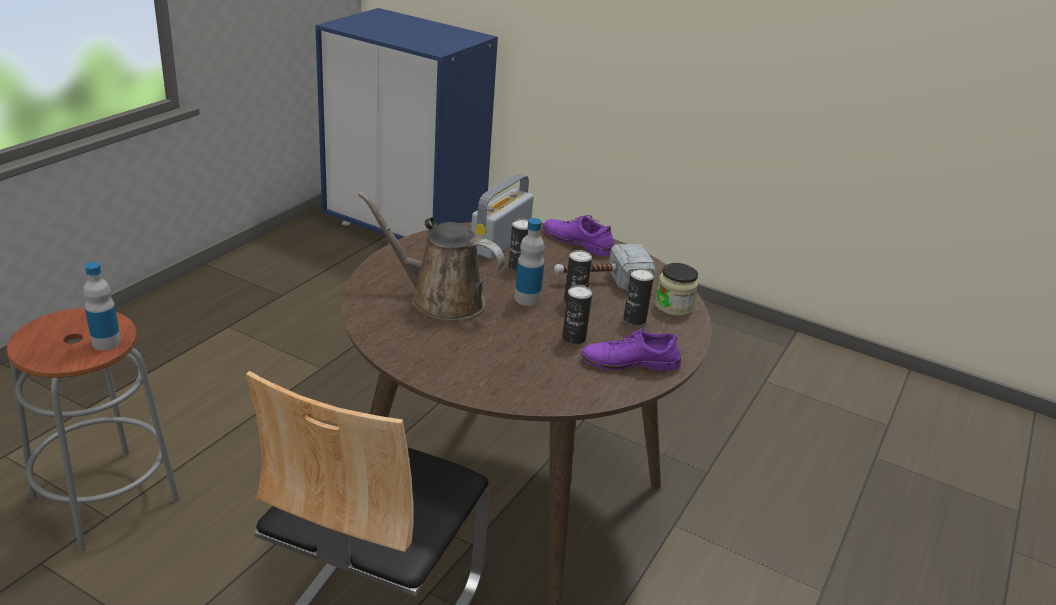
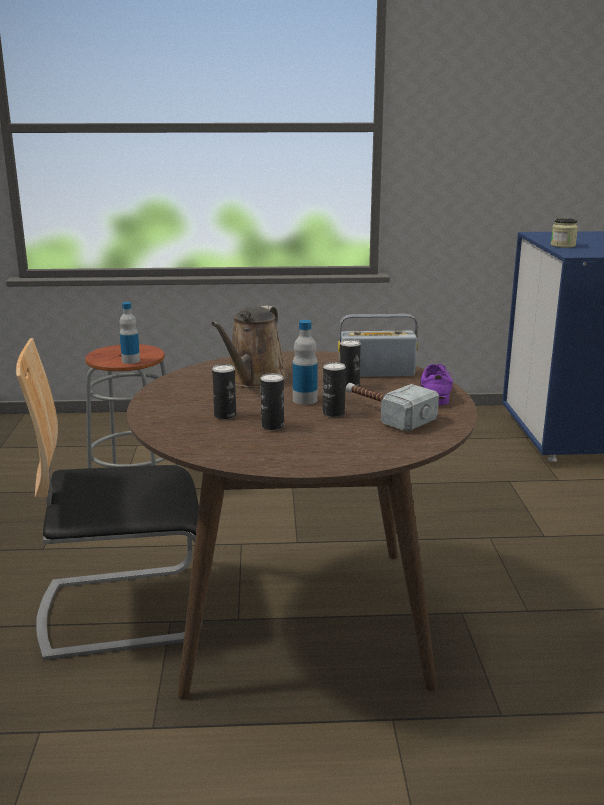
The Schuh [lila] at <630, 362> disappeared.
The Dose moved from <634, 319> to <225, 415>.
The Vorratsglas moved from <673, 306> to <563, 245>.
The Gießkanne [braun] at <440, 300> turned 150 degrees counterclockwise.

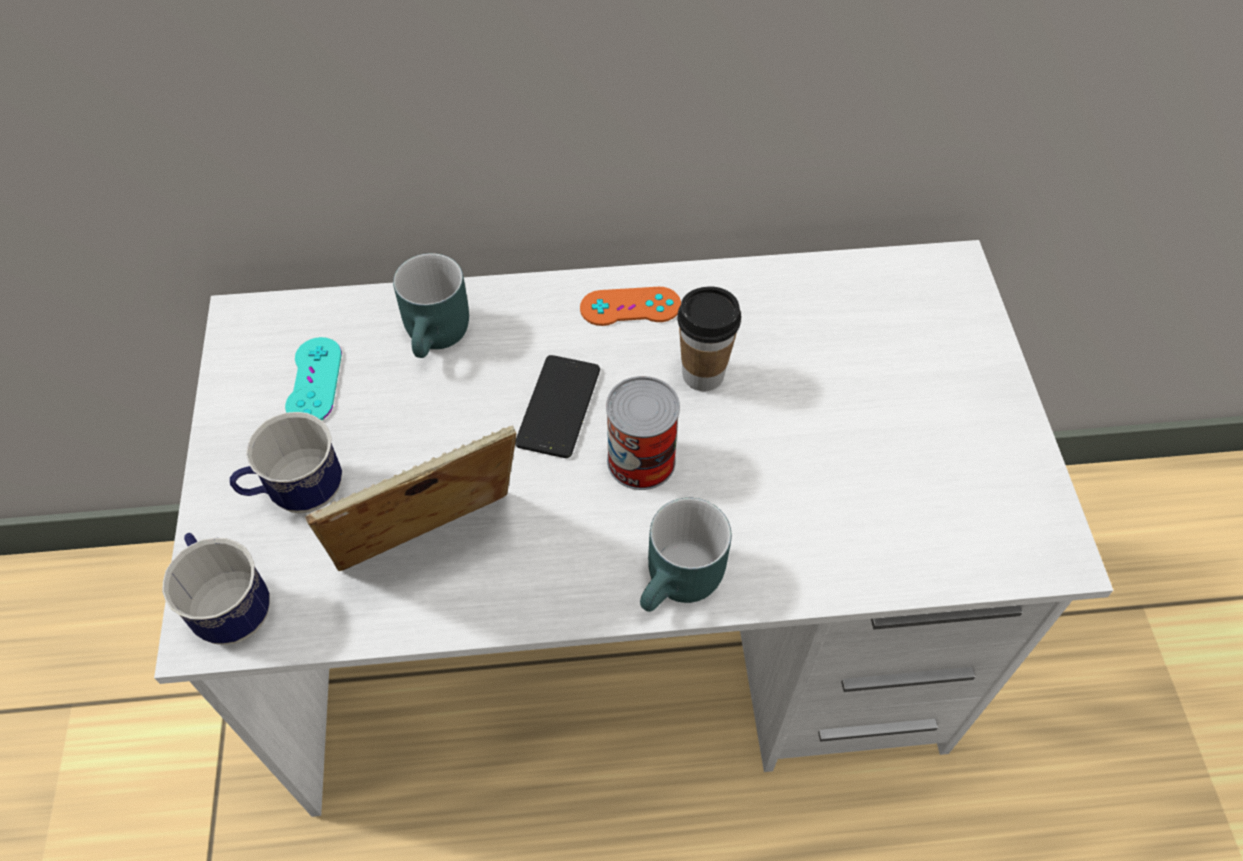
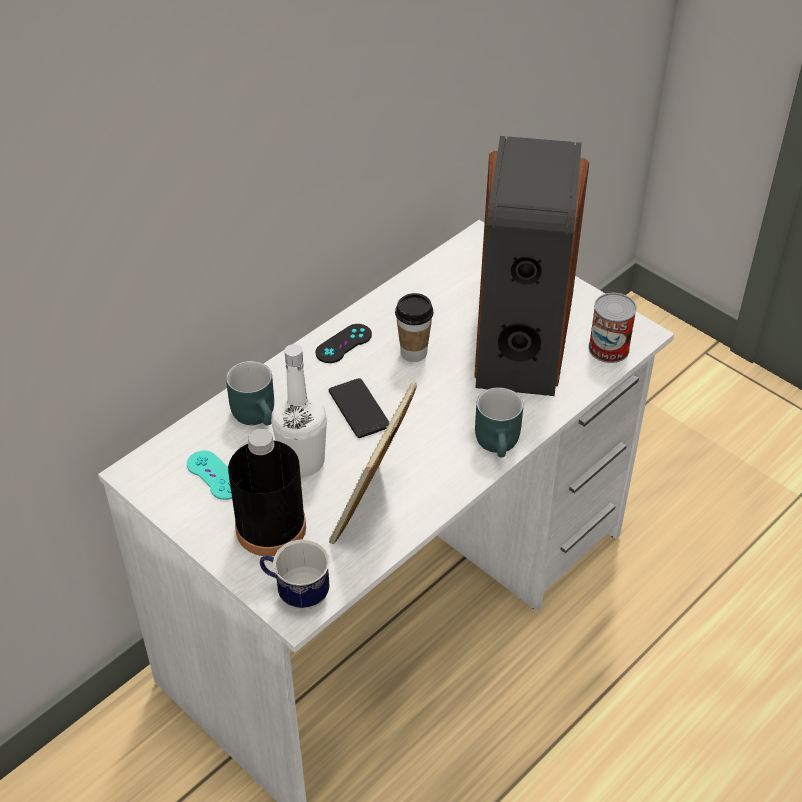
The Flasche [weiß] at <302, 461> appeared.
The Lautsprecher at <521, 338> appeared.
The Dose moved from <641, 460> to <608, 348>.
The Henkelbecher at <298, 495> was replaced by the Flasche [schwarz] at <271, 528>.
The Gamepad [orange] at <630, 307> became the Gamepad [schwarz] at <343, 344>.

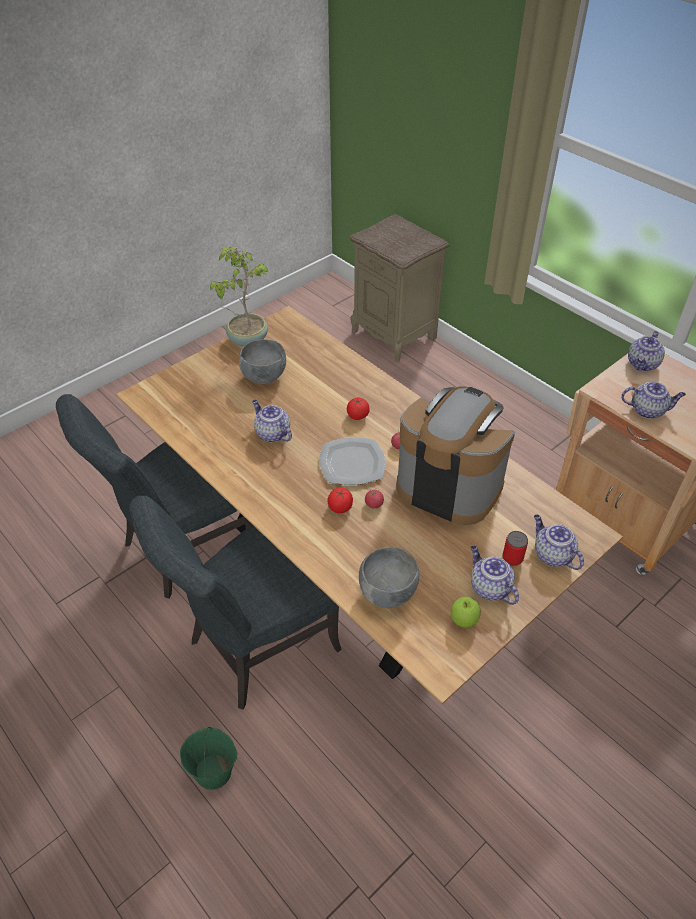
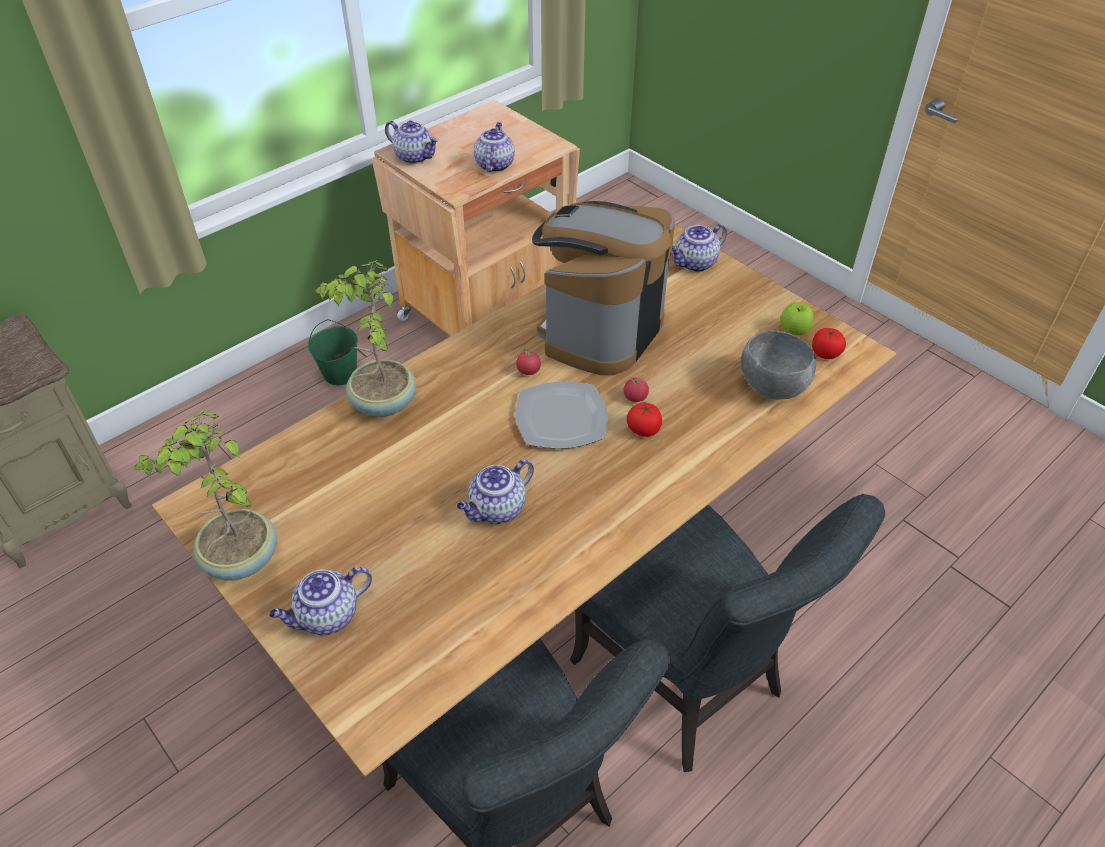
The Schüssel [grau] at <263, 377> disappeared.
The Dose at <512, 558> disappeared.
The Topfpflanze at <382, 404> appeared.
The Eimer [grün] moved from <214, 771> to <340, 373>.
The Tomate moved from <357, 416> to <825, 353>.
The Teekanne moved from <489, 587> to <327, 617>.

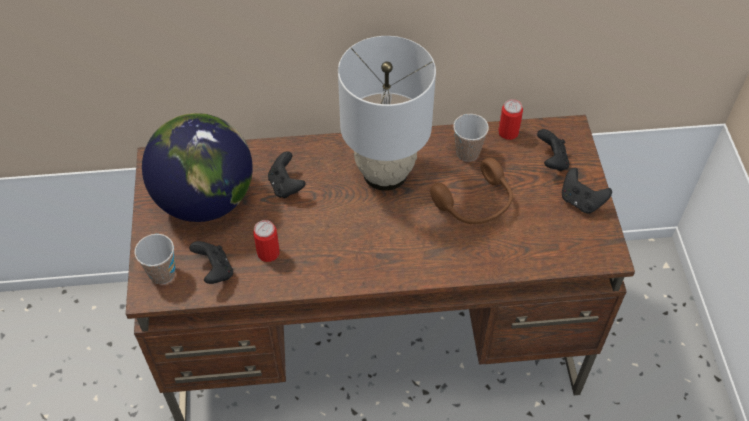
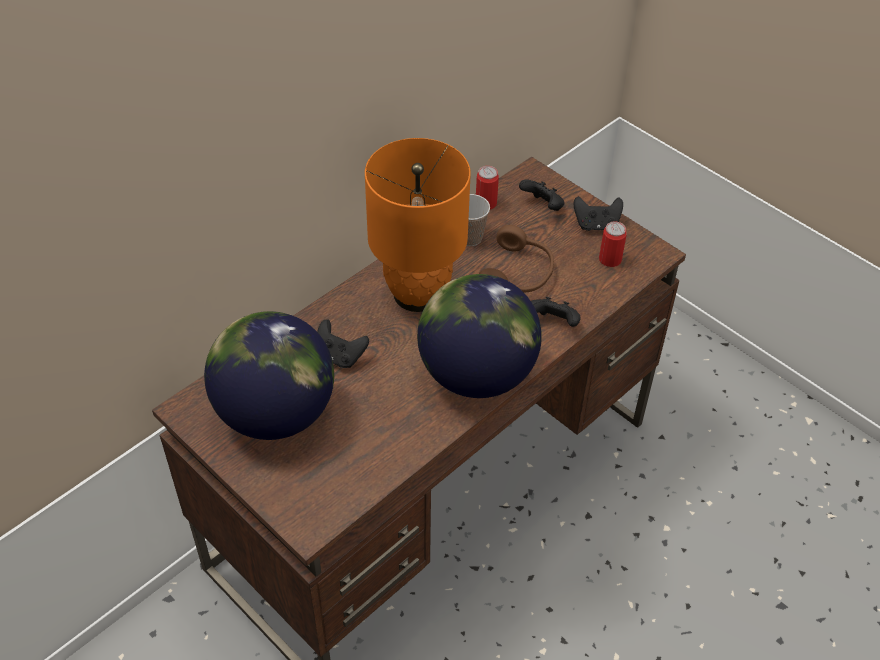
The Tasse at <162, 273> disappeared.
The Globus at <476, 374> appeared.
The Gamepad [schwarz] moved from <215, 271> to <554, 323>.
The Dose moved from <268, 253> to <610, 259>.
The Tischlampe [weiß] at <385, 173> became the Tischlampe [orange] at <418, 294>.

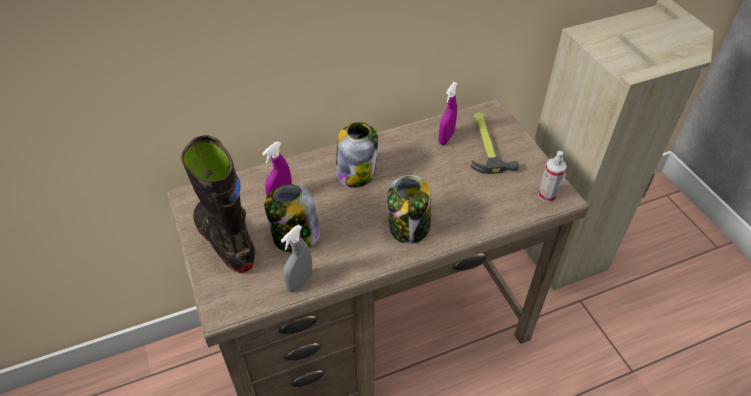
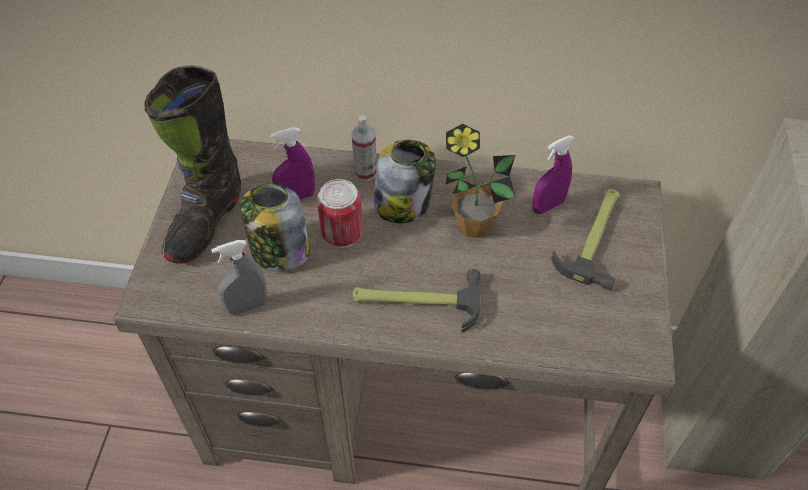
The Dose at <342, 232> appeared.
The Topfpflanze at <473, 226> appeared.
The Sprühflasche moved from <547, 195> to <365, 172>.
The Vorratsglas at <409, 227> was replaced by the Hammer at <416, 301>.
The Stiefel [schwarz] at <226, 242> turned 150 degrees counterclockwise.

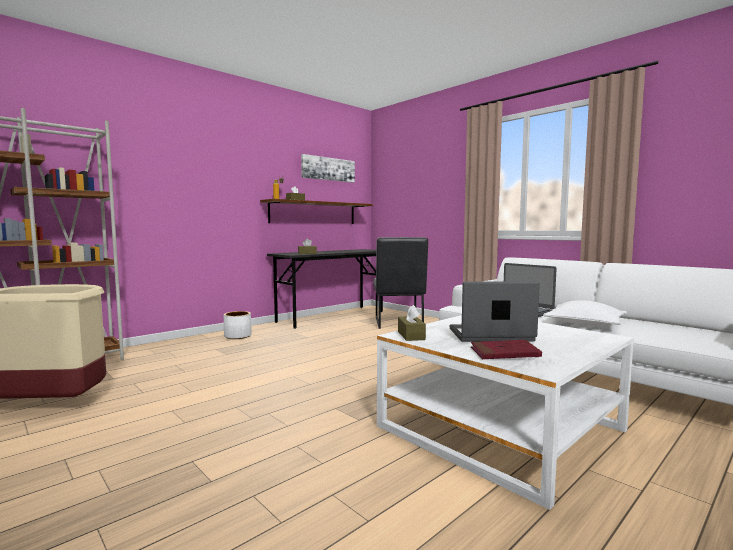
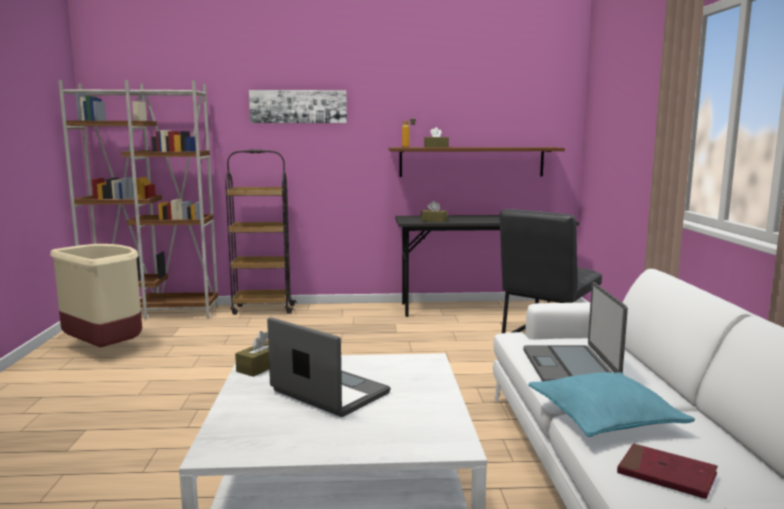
The Pflanzkübel [weiß] at <238, 336> disappeared.
The Rollwagen [braun] at <263, 310> appeared.
The Bild moved from <328, 169> to <298, 106>.
The Buch [rot] moved from <504, 353> to <666, 475>.
The Kissen [weiß] at <585, 323> became the Kissen [türkis] at <604, 418>.

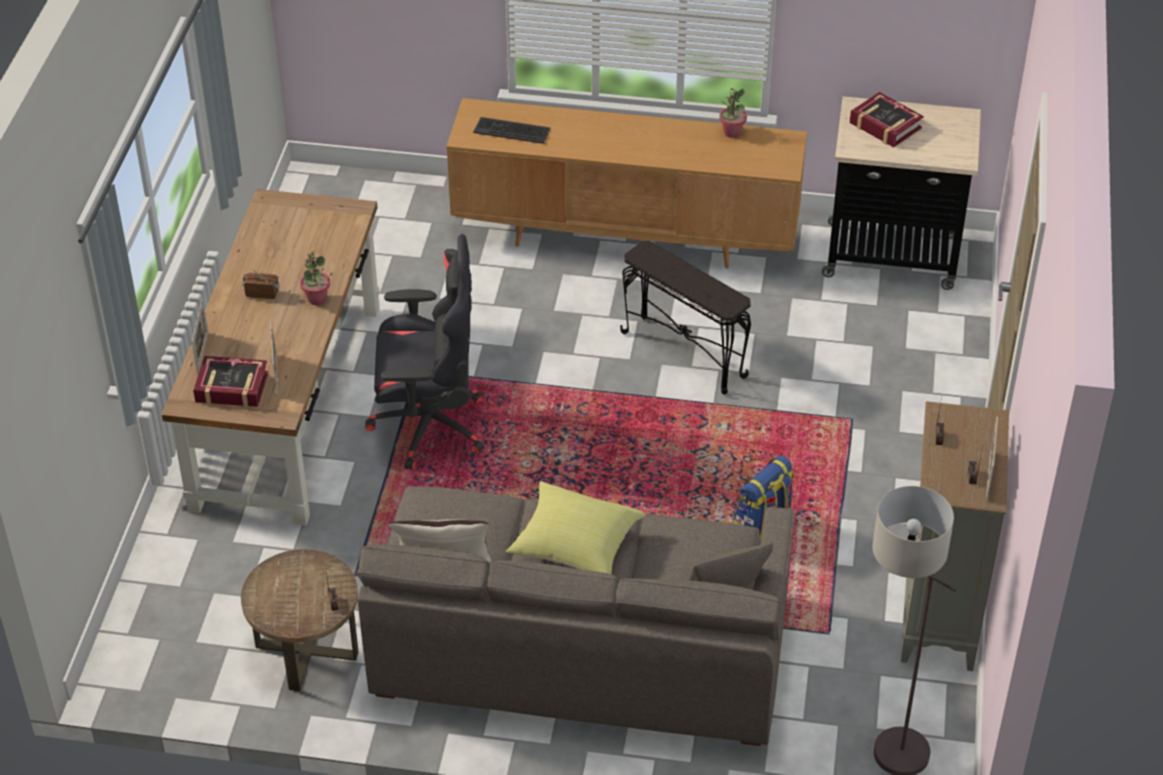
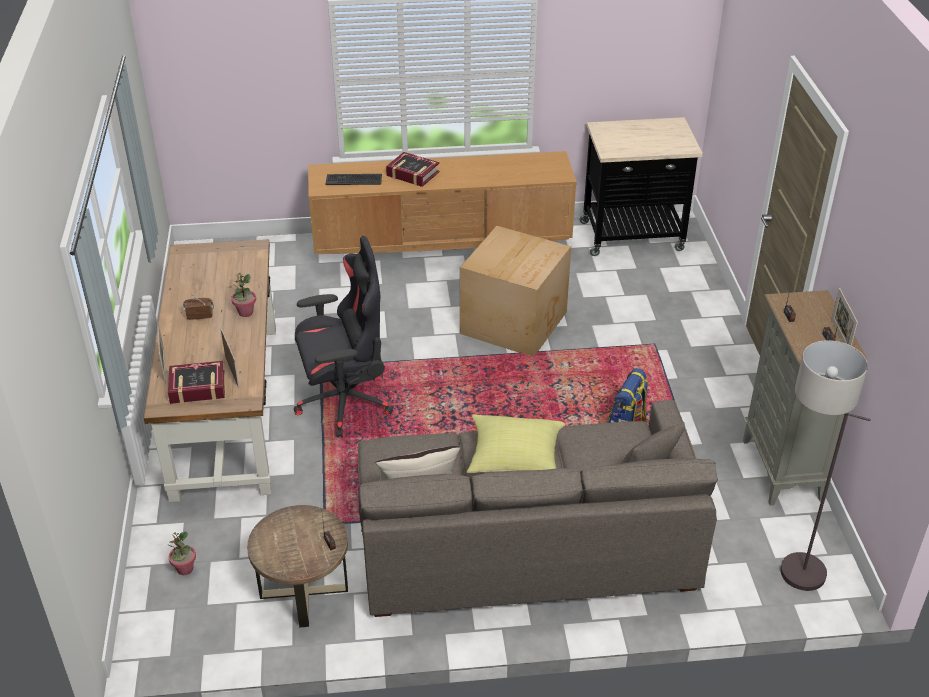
The Topfpflanze moved from <731, 132> to <184, 569>.
The Buch moved from <885, 126> to <412, 174>.
The Beistelltisch [schwarz] at <683, 355> was replaced by the Karton at <515, 322>.

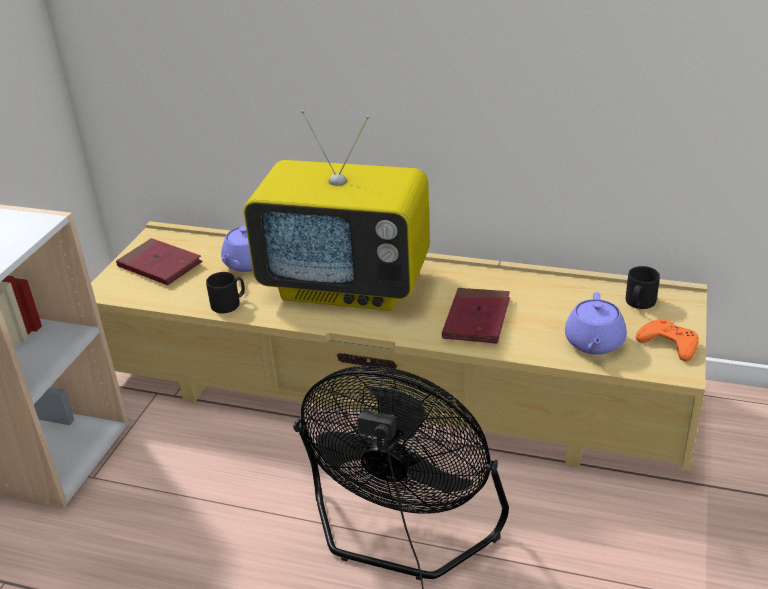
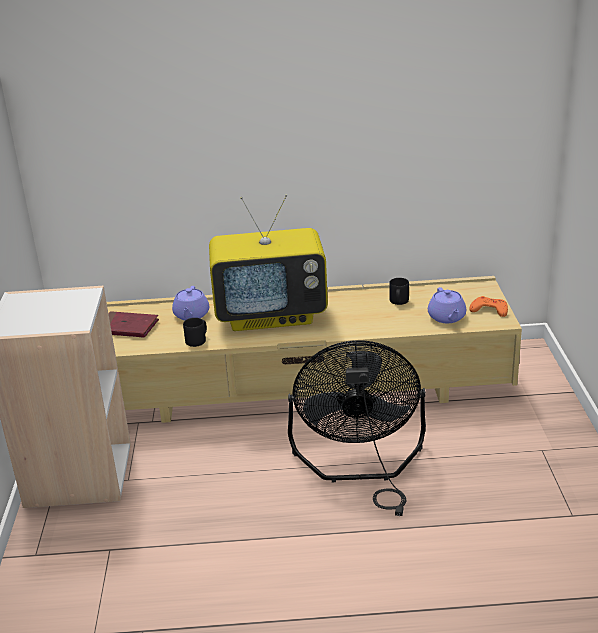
The Buch [rot] at <476, 319> disappeared.
The Henkelbecher [schwarz] moved from <639, 303> to <398, 301>.

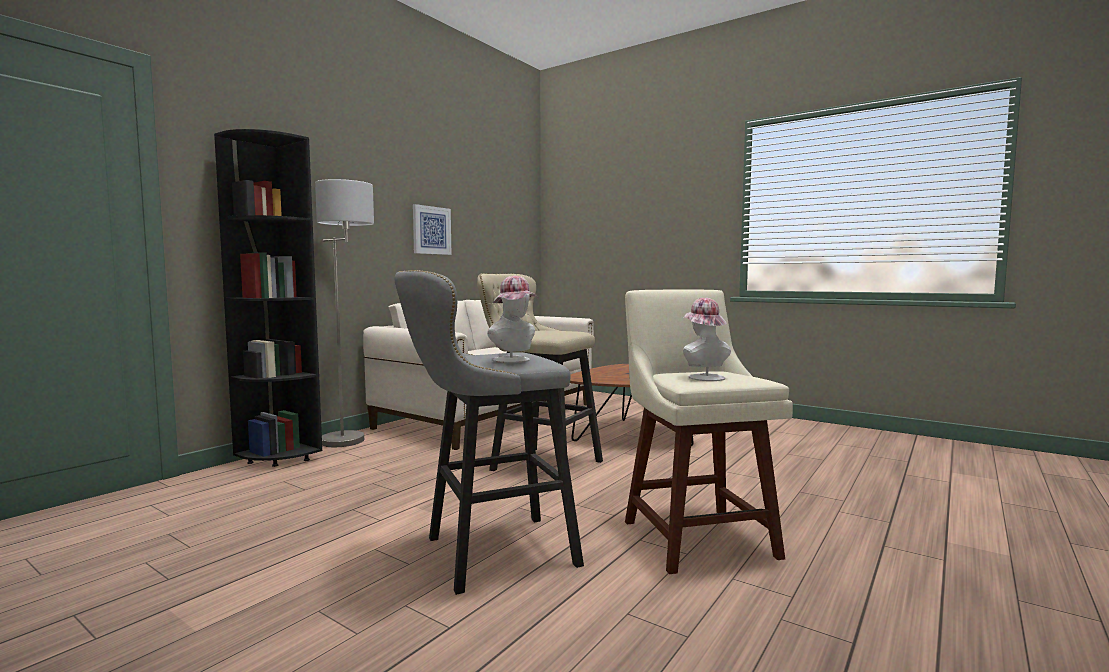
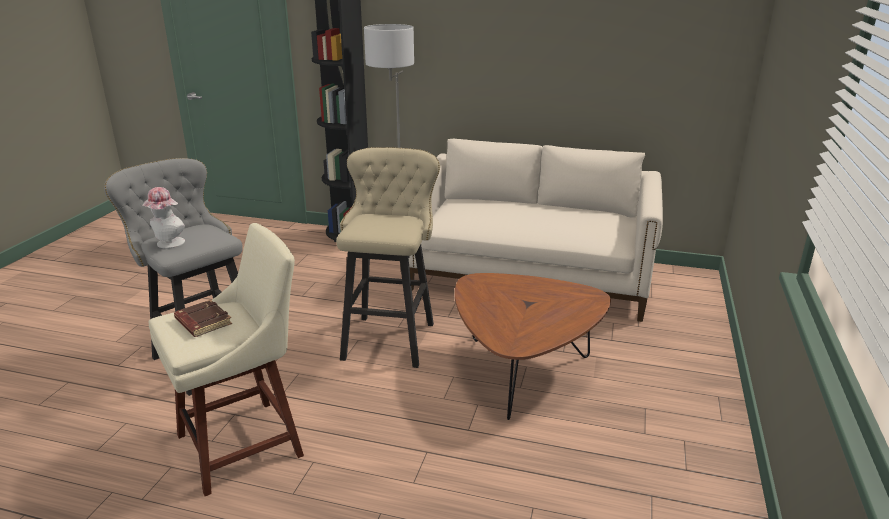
The Bild at <431, 230> disappeared.
The Hut at <703, 377> was replaced by the Buch [braun] at <202, 322>.

